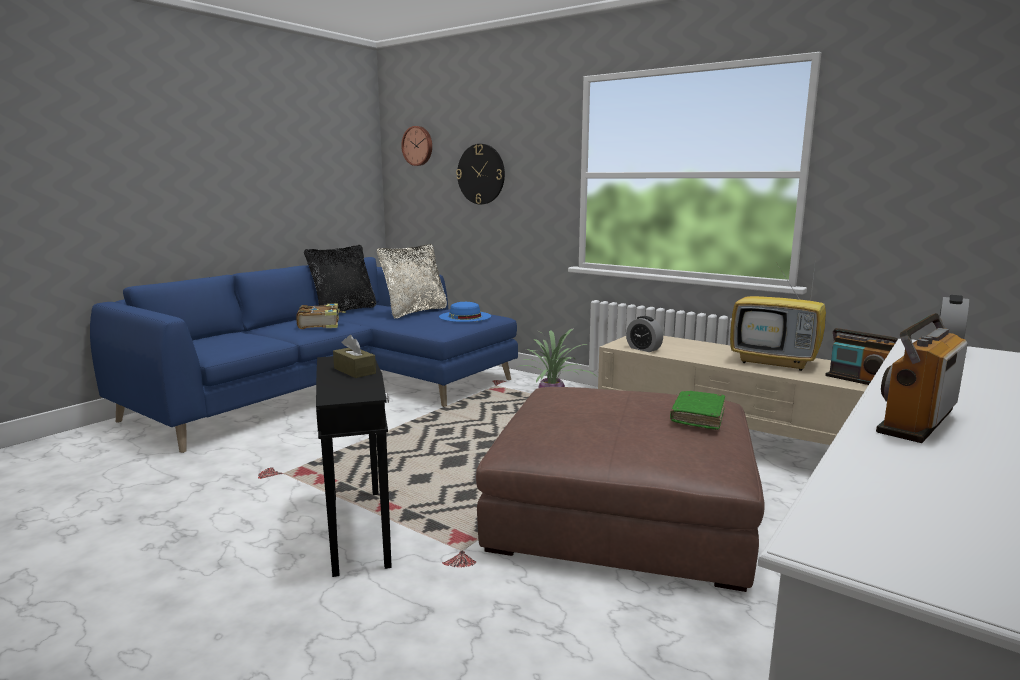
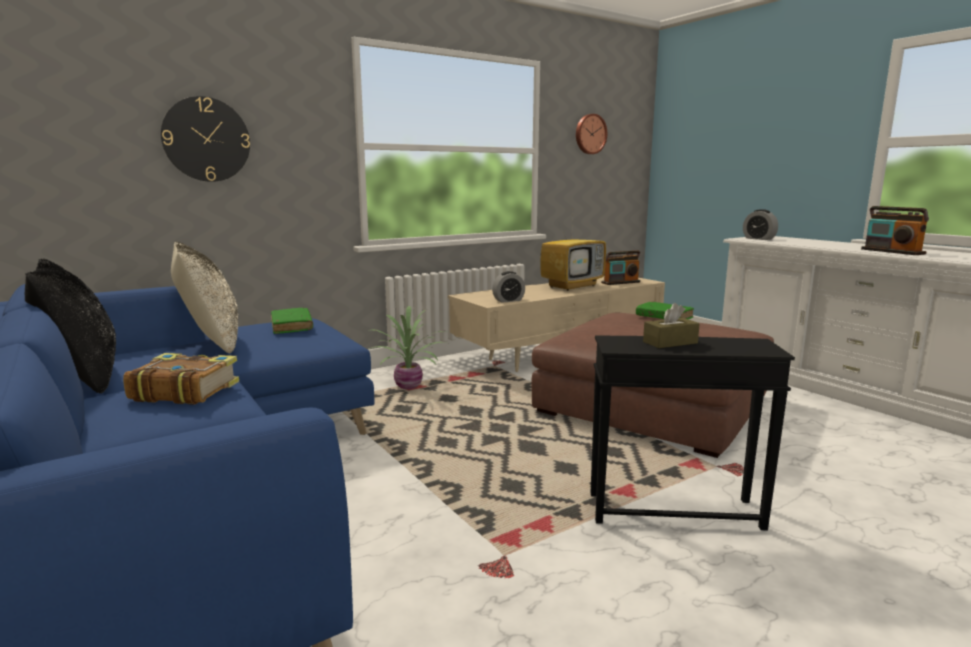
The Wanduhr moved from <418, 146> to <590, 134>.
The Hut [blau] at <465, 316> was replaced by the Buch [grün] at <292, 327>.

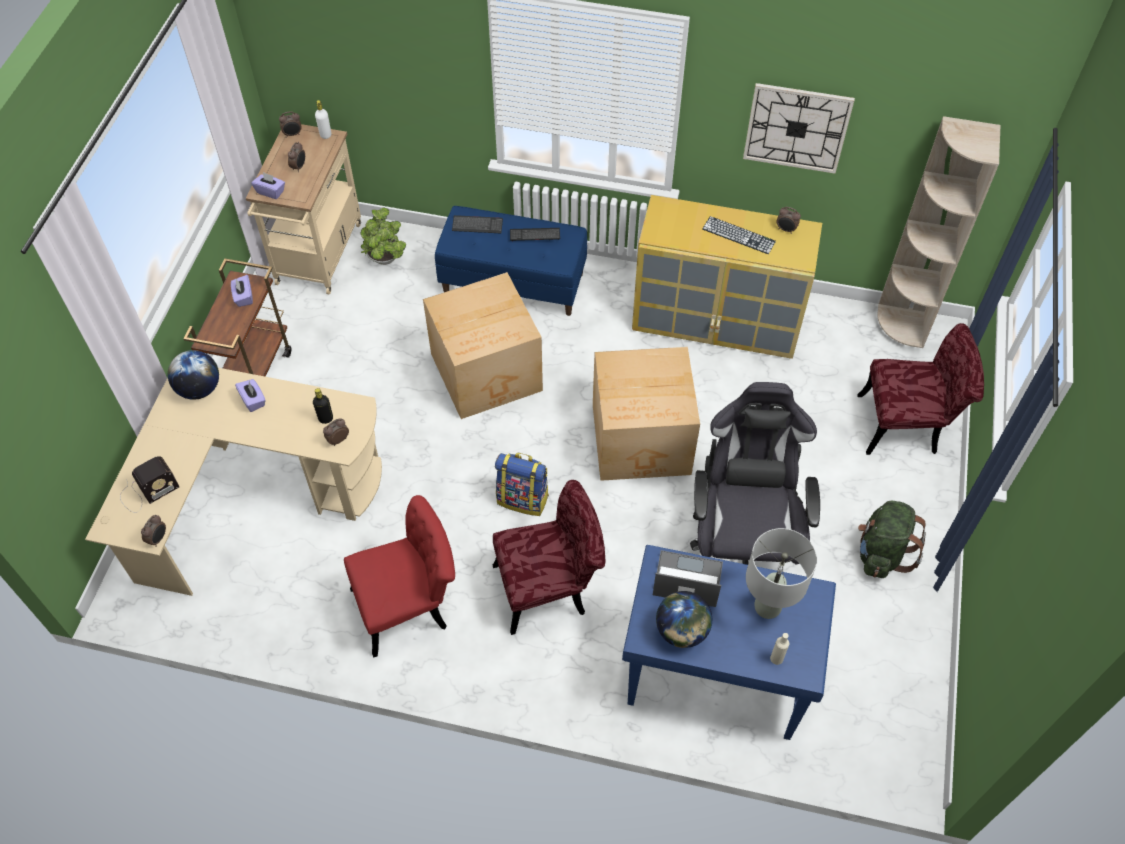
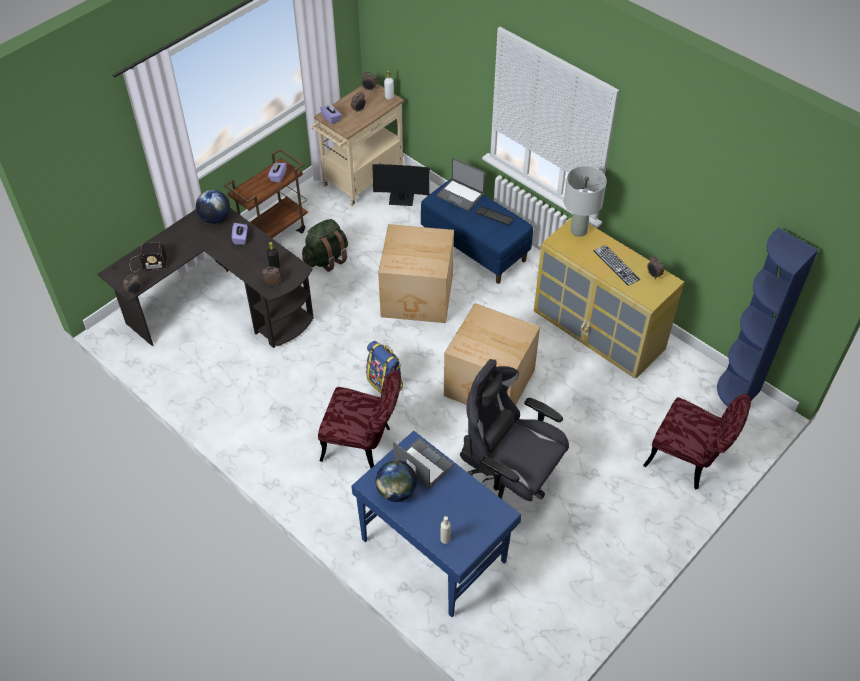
The Stuhl [rot] at <409, 605> disappeared.
The Wanduhr at <797, 128> disappeared.
The Tischlampe [grau] moved from <767, 606> to <578, 230>.
The Rucksack [grün] moved from <881, 553> to <326, 259>.
The Topfpflanze at <385, 260> was replaced by the Monitor at <401, 199>.
The Tastatur at <477, 225> was replaced by the Laptop at <460, 195>.
The Schreibtisch [beige] at <250, 496> became the Schreibtisch [schwarz] at <222, 305>.
The Bücherregal [beige] at <900, 329> became the Bücherregal [blau] at <733, 395>.
The Bürostuhl [schwarz] at <743, 542> turned 90 degrees counterclockwise.

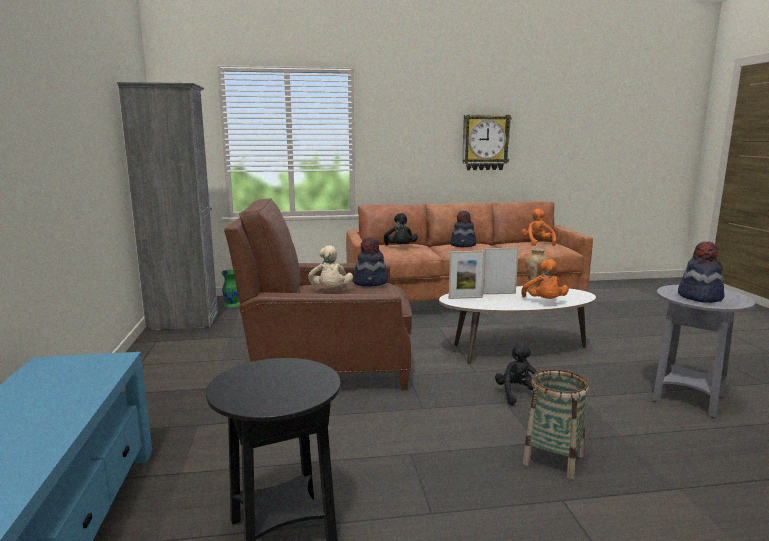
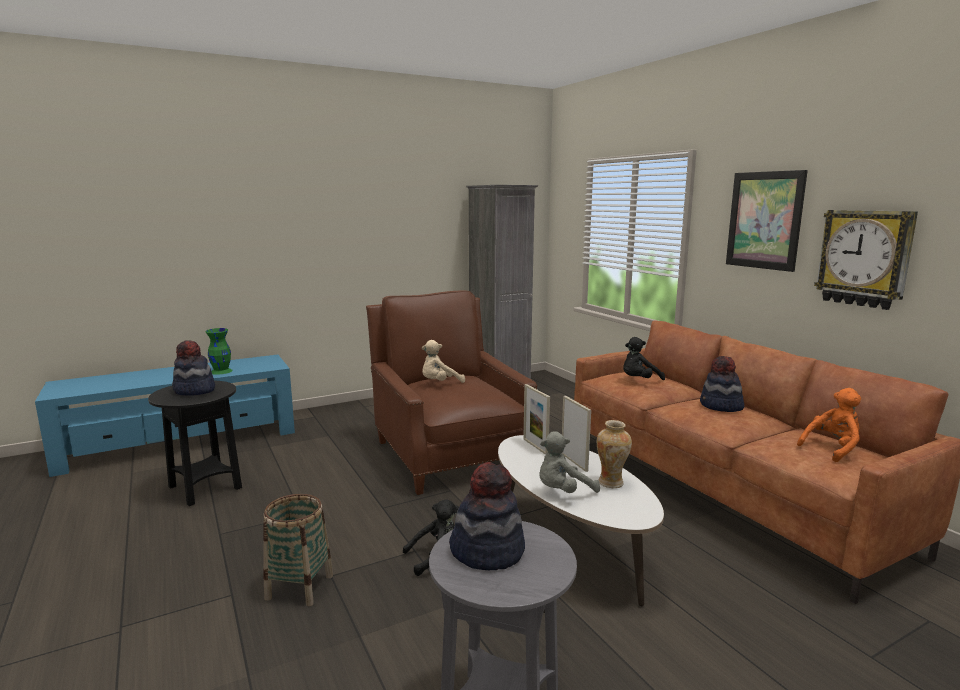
The Bild at <764, 220> appeared.
The Vase [grün] moved from <232, 304> to <221, 371>.
The Hut moved from <371, 283> to <194, 391>.
The Plüschtier [orange] at <544, 302> became the Plüschtier [grau] at <563, 491>.

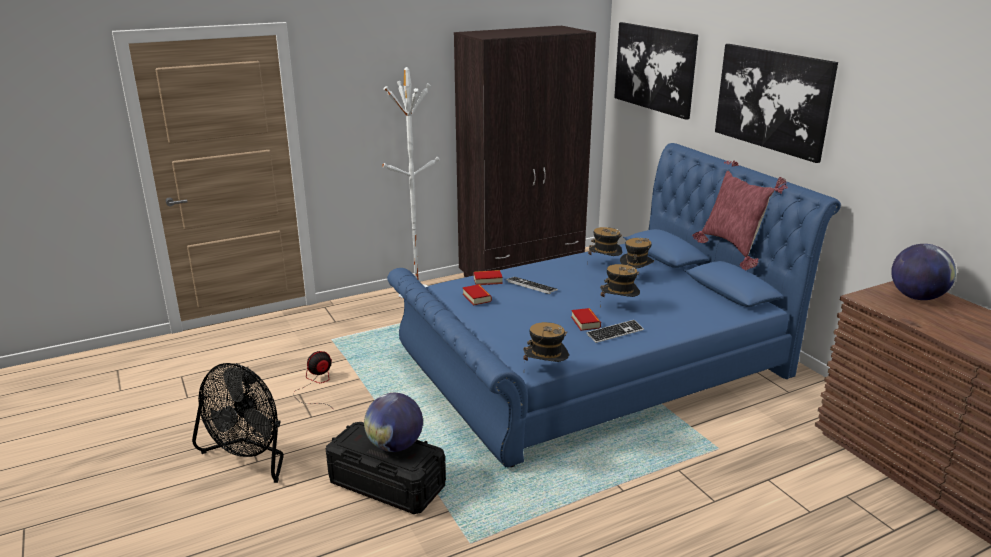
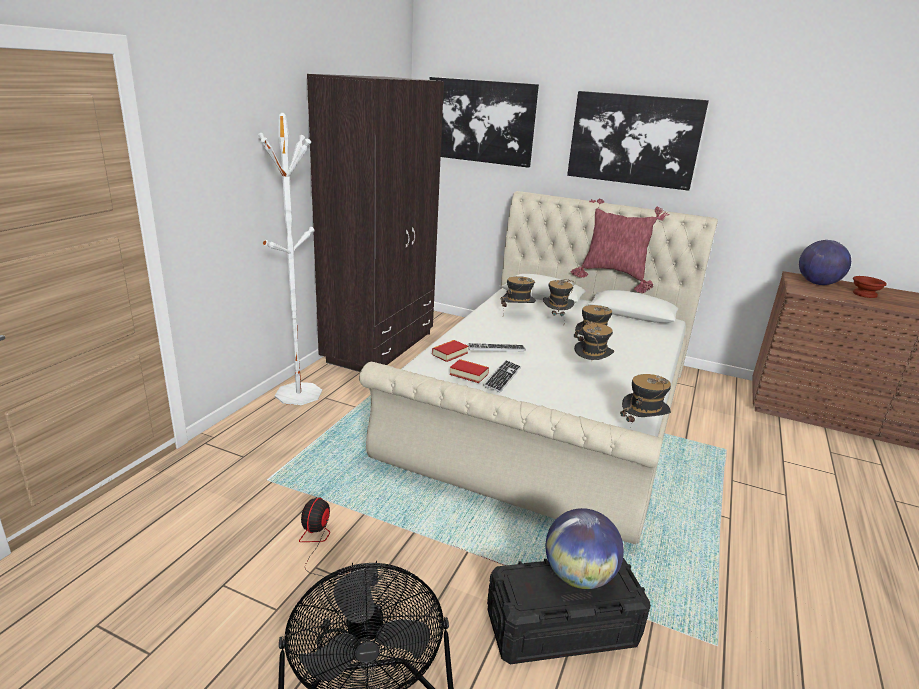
The Schüssel [braun] at <864, 294> appeared.
The Tastatur moved from <615, 333> to <502, 377>.
The Buch at <585, 322> was replaced by the Hut at <590, 369>.
The Bett [blau] at <595, 361> became the Bett [beige] at <549, 409>.

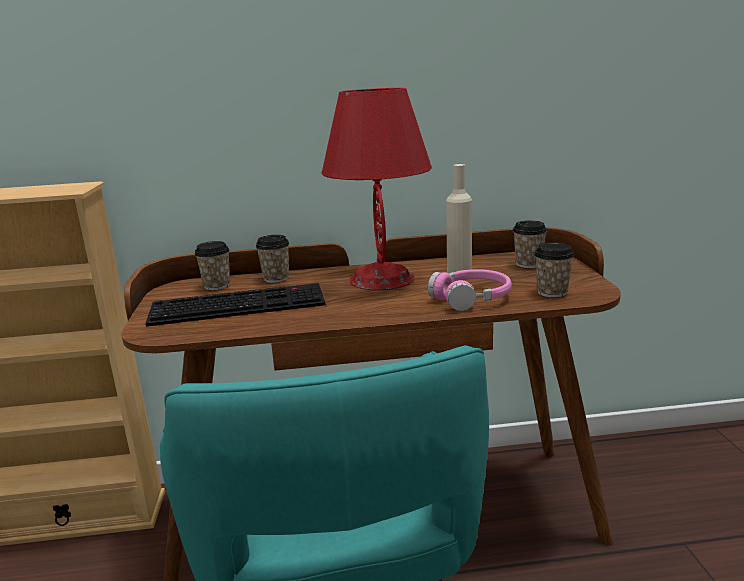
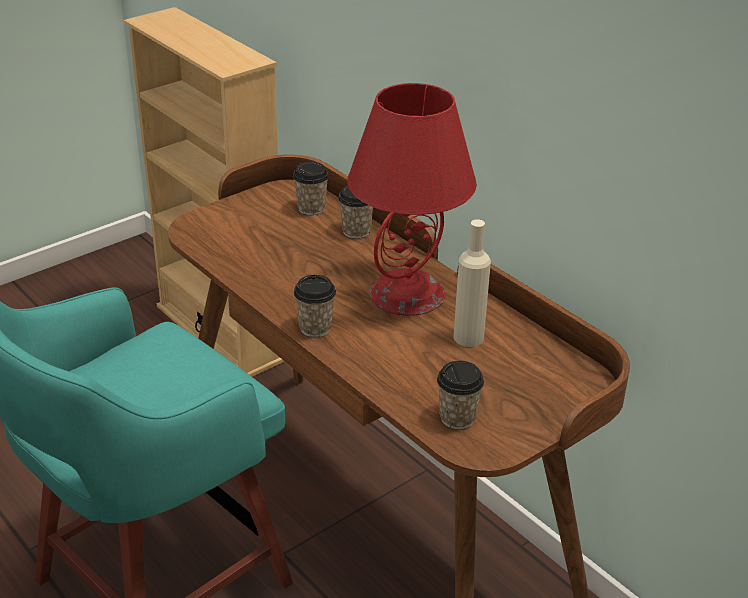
The Tastatur at <240, 304> disappeared.
The Kopfhörer [rosa] at <471, 298> disappeared.
The Tasse moved from <528, 264> to <315, 328>.

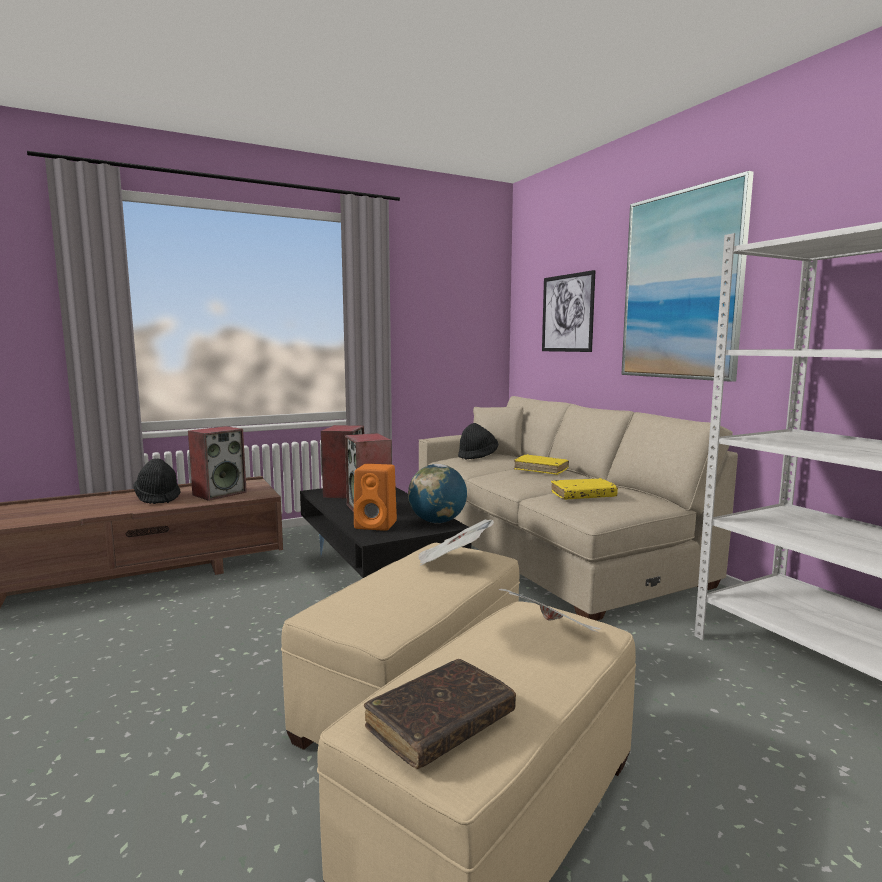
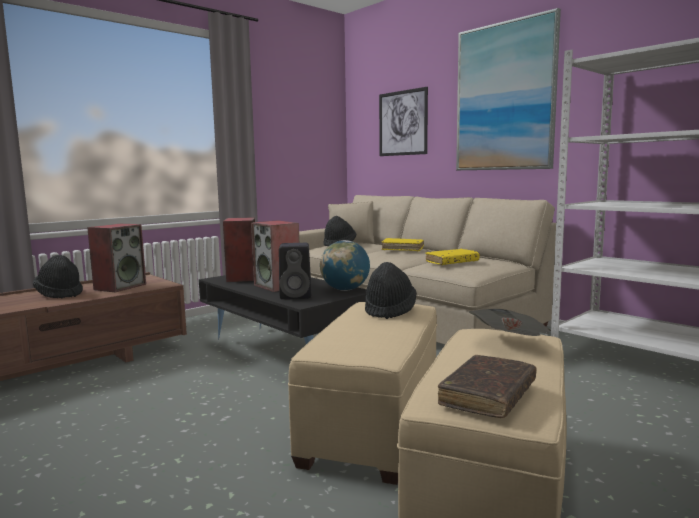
The Zeitung at <452, 562> was replaced by the Hut [schwarz] at <390, 310>.
The Lautsprecher [orange] at <377, 525> became the Lautsprecher [schwarz] at <297, 295>.

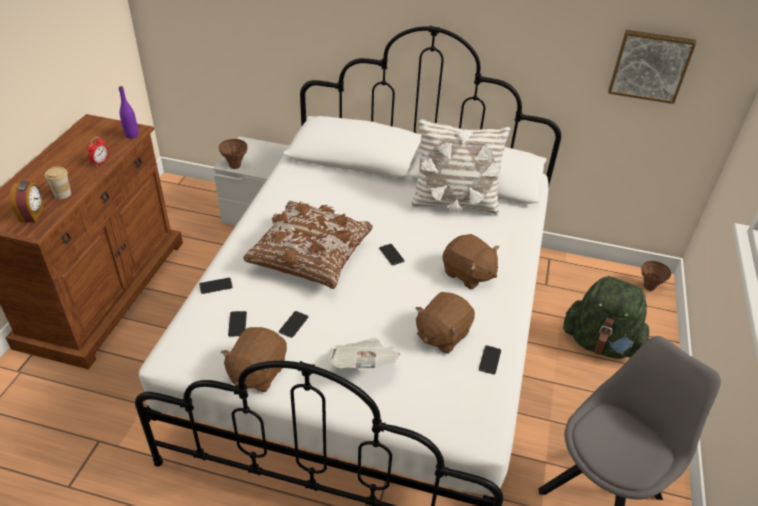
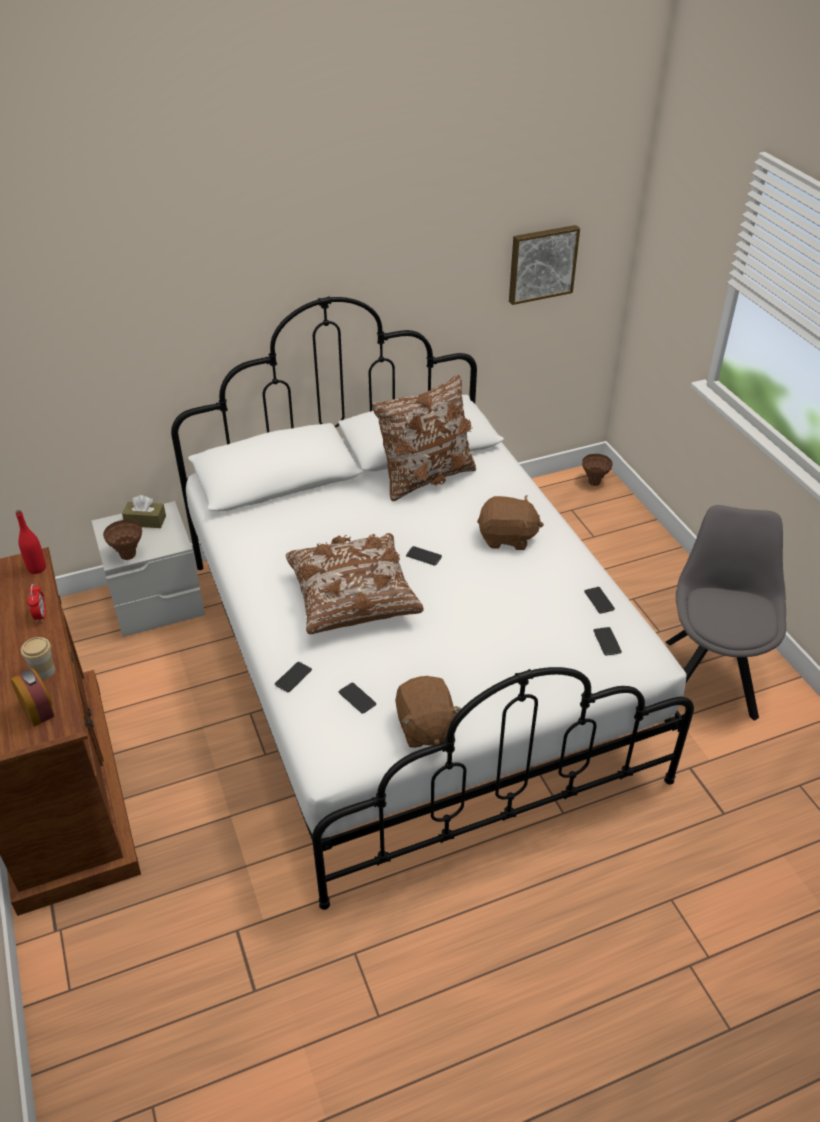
The Zeitung at <364, 366> disappeared.
The Plüschtier [braun] at <442, 334> disappeared.
The Rucksack [grün] at <600, 343> disappeared.
The Taschentuchbox [braun] at <145, 521> appeared.
The Handy moved from <293, 324> to <607, 641>.
The Flasche [lila] at <132, 135> became the Flasche [rot] at <37, 568>.
The Kissen [weiß] at <454, 203> became the Kissen [braun] at <427, 479>.

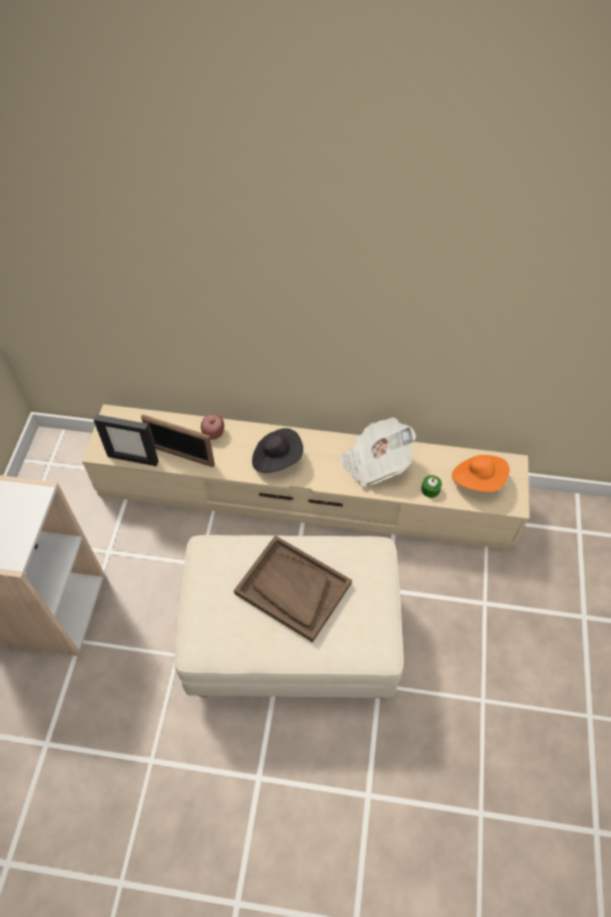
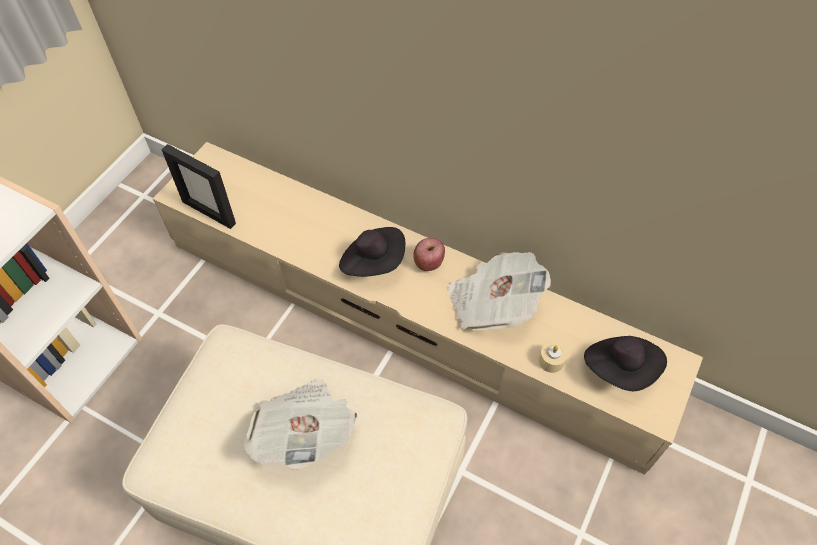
The Bilderrahmen at <181, 456> disappeared.
The Apfel moved from <213, 433> to <428, 263>.
The Tablett [braun] at <292, 588> was replaced by the Zeitung at <305, 432>.
The Kerze [grün] at <430, 489> became the Kerze [beige] at <551, 361>.
The Hut [orange] at <478, 480> became the Hut [schwarz] at <621, 369>.

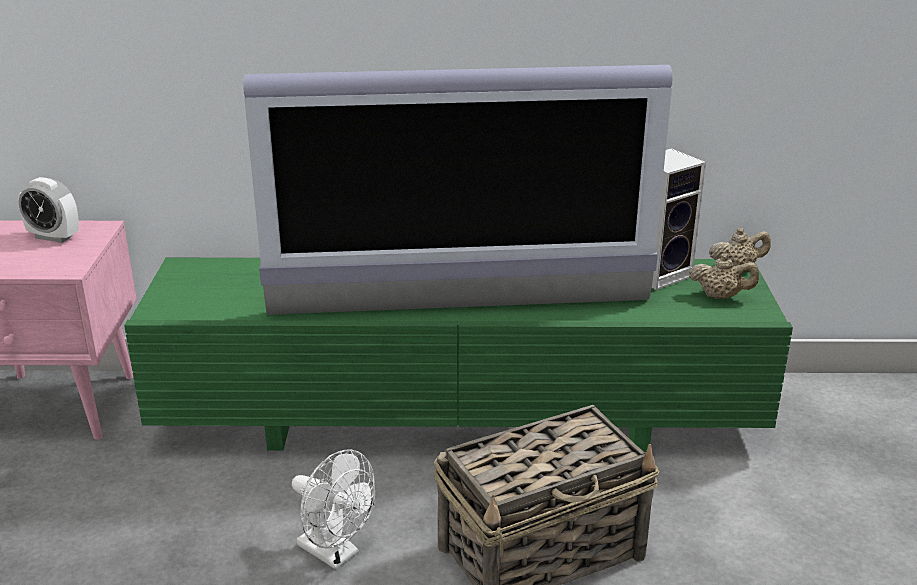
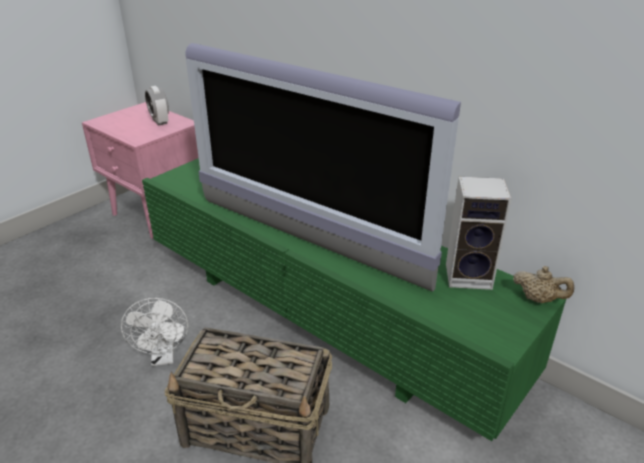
The Teekanne [beige] at <720, 296> disappeared.

